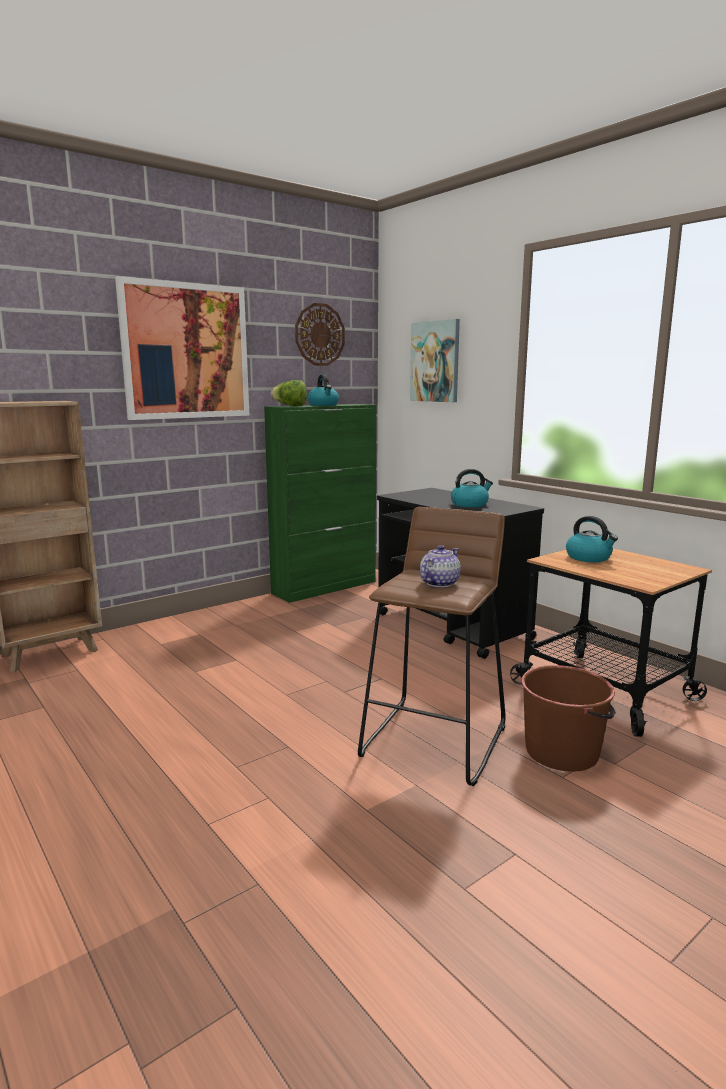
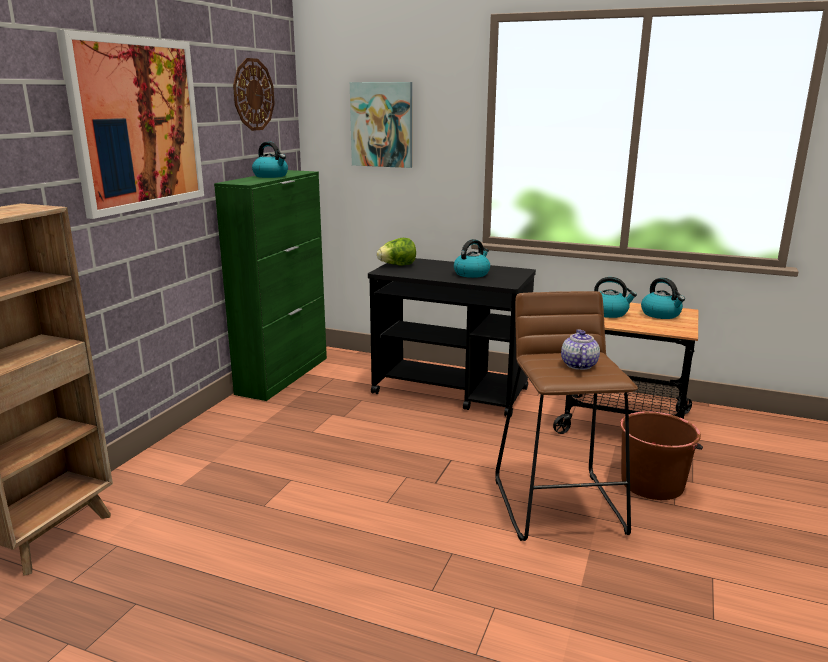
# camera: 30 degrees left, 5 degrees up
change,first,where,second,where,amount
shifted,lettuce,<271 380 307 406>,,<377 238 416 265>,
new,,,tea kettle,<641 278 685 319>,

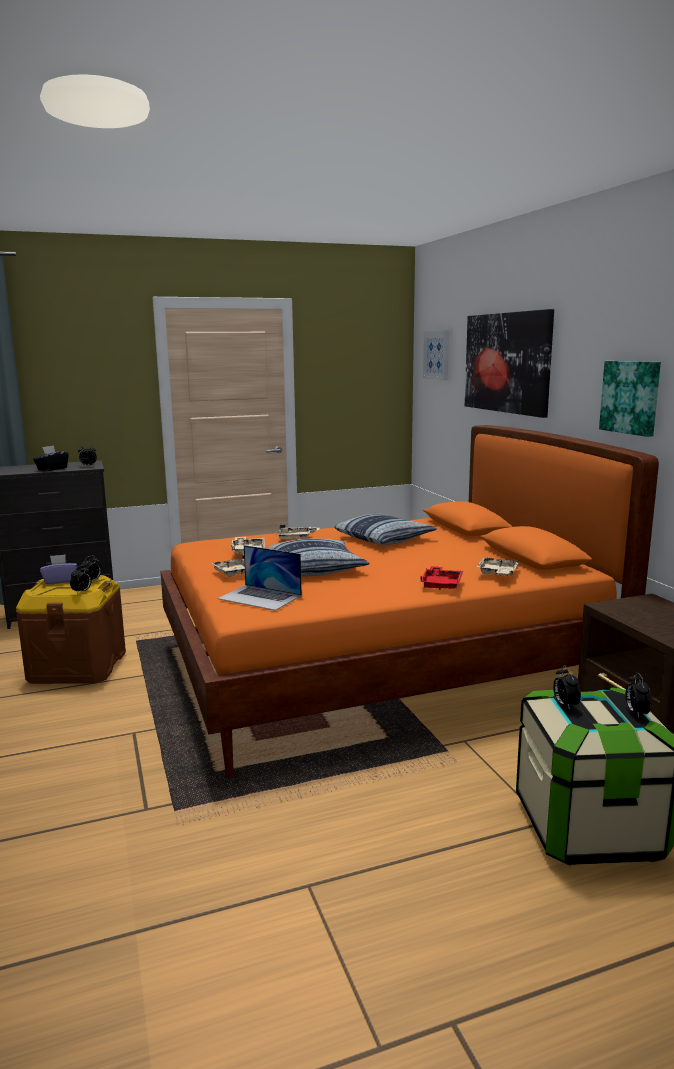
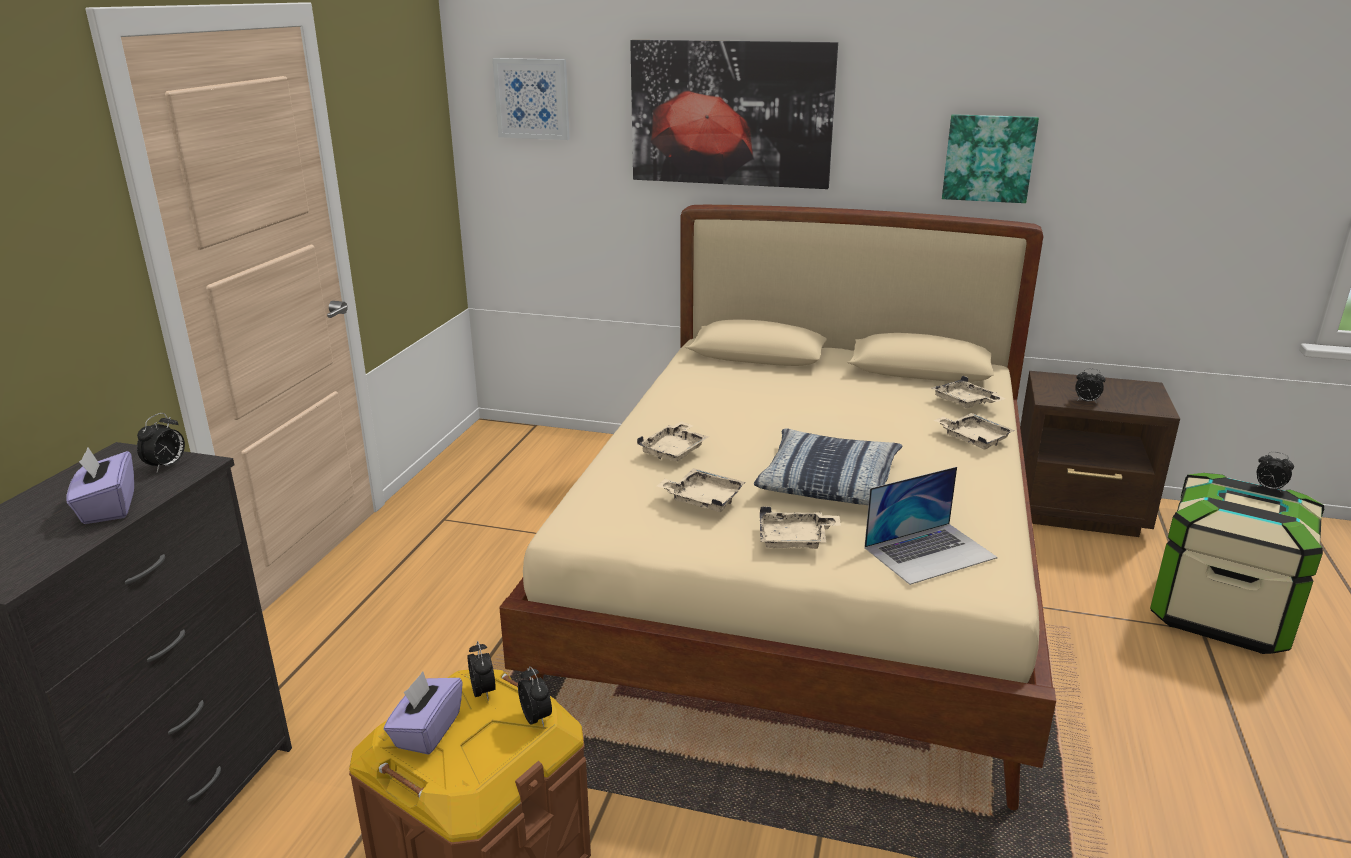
# camera: 55 degrees left, 10 degrees up
change,first,where,second,where,amount
repainted,black tissue box,<33 445 69 471>,purple tissue box,<67 447 134 524>,
repainted,orange sleeping bed,<160 425 659 778>,beige-coloured sleeping bed,<499 205 1056 811>,
gone,cushion,<334 514 437 545>,,,
repainted,red tray,<420 566 463 590>,beige-coloured tray,<933 413 1015 450>,
shifted,bedside clock,<553 665 581 710>,,<1075 368 1106 403>,

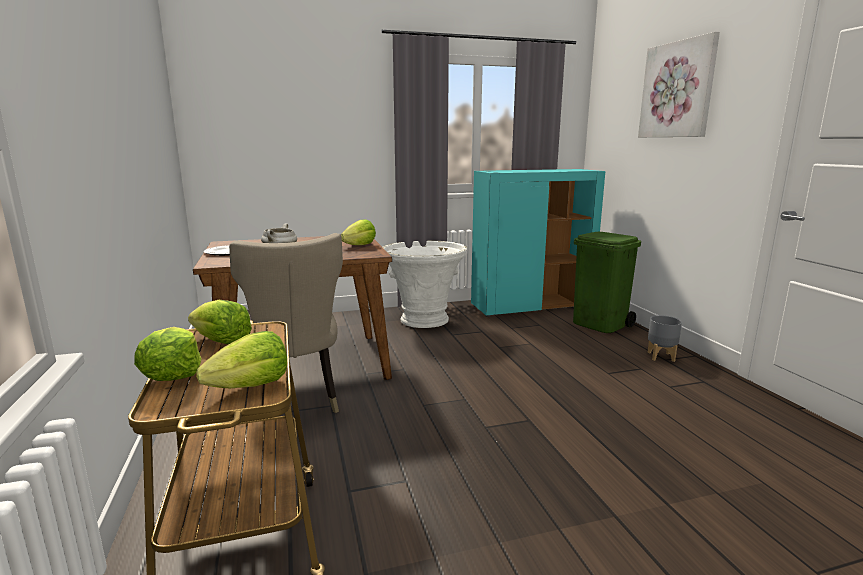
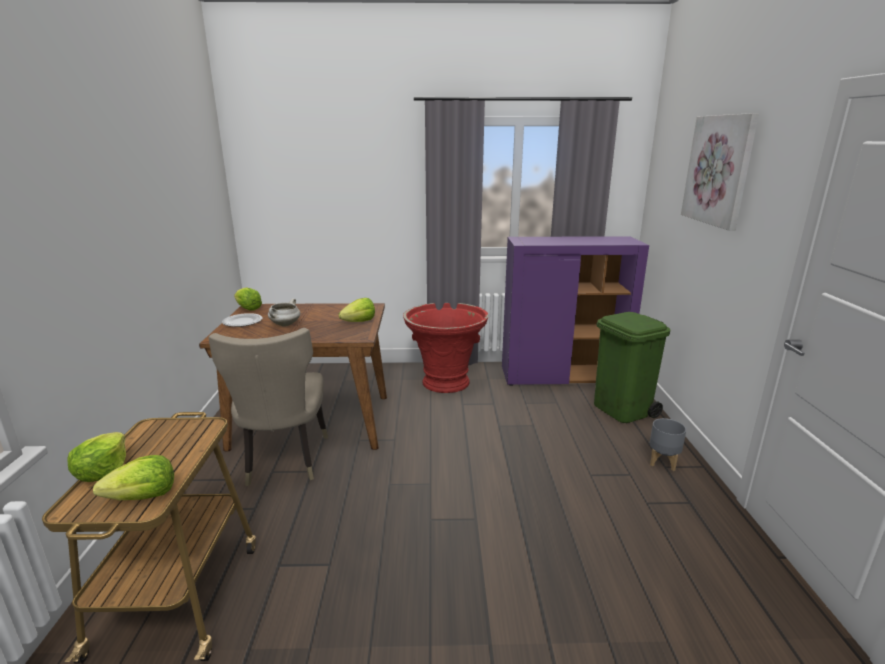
# camera: 15 degrees right, 5 degrees up
change,first,where,second,where,amount
shifted,lettuce,<188 300 252 345>,,<234 287 262 311>,
repainted,whitish flower pot,<383 240 467 328>,red flower pot,<403 303 488 393>,
repainted,turquoise cupboard,<471 169 605 317>,purple cupboard,<502 236 649 386>,

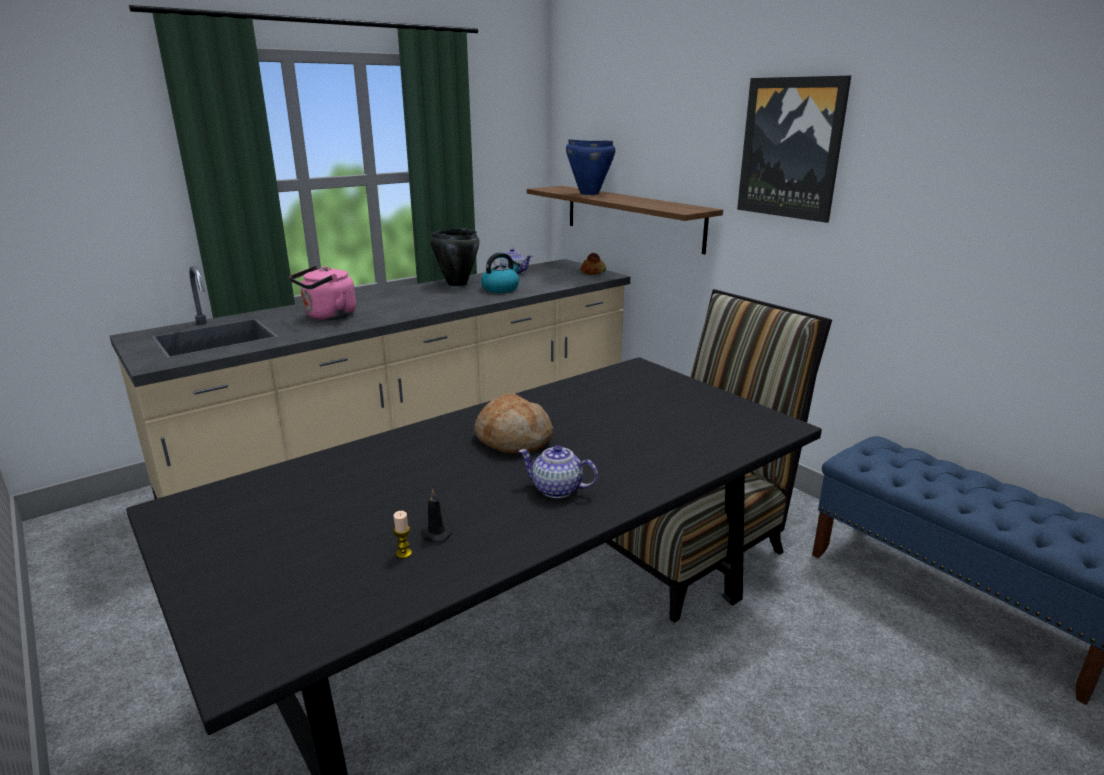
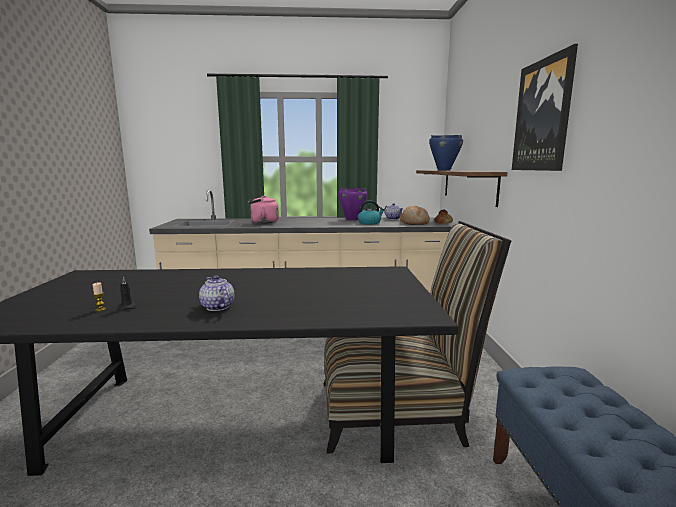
# camera: 35 degrees right, 10 degrees down
change,first,where,second,where,amount
repainted,black stockpot,<430 228 479 286>,purple stockpot,<338 188 367 220>,
shifted,baked bread,<475 394 553 454>,,<400 206 430 225>,

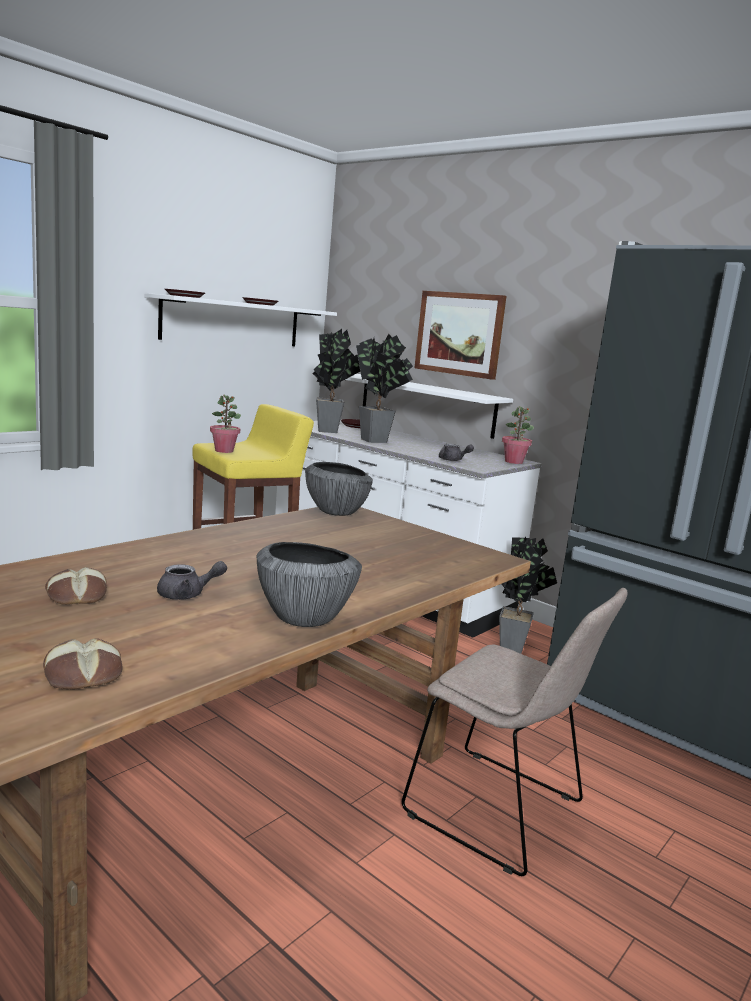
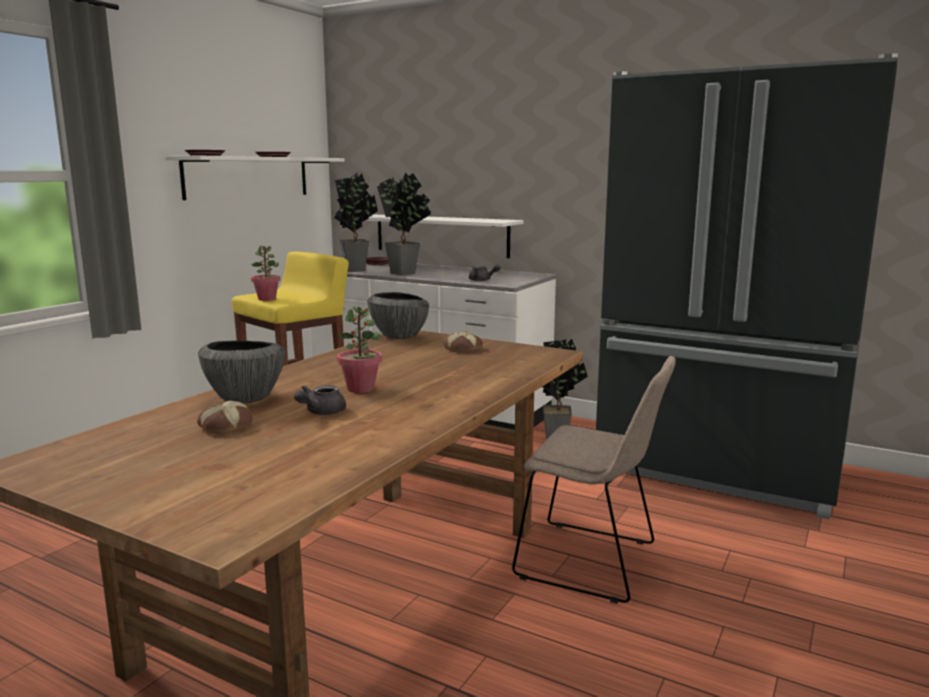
# camera: 10 degrees left, 0 degrees up
change,first,where,second,where,amount
shifted,baked bread,<43 638 123 689>,,<444 331 483 352>,
rotated,greyish teapot,<157 561 227 600>,,<294 385 346 415>,150 degrees clockwise
shifted,bowl,<257 542 362 627>,,<198 340 286 403>,
gone,picture,<414 291 507 380>,,,
shifted,plant in a pot,<502 406 534 464>,,<337 306 382 393>,

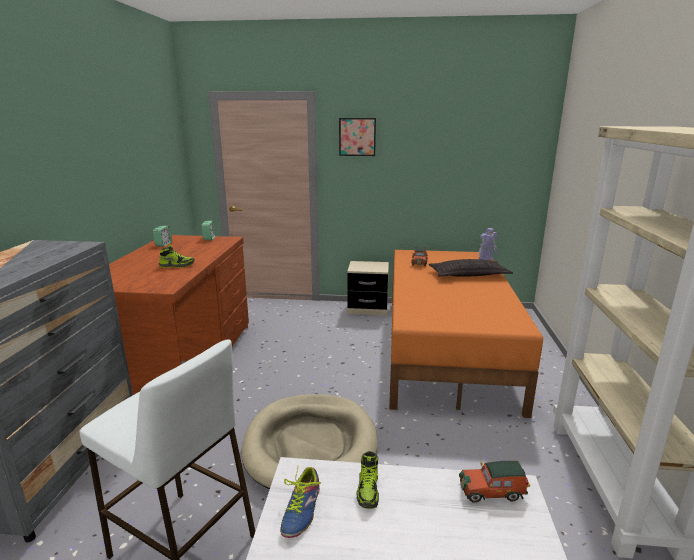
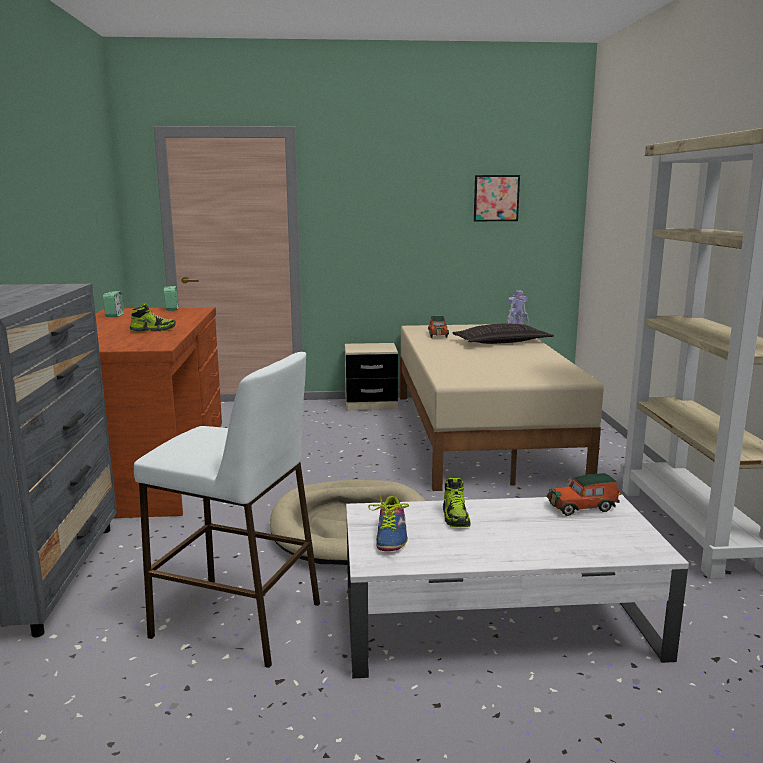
# camera: 10 degrees left, 5 degrees down
change,first,where,second,where,amount
shifted,picture,<339 118 376 156>,,<474 175 520 221>,
repainted,orange sleeping bed,<389 250 543 418>,beige-coloured sleeping bed,<400 324 604 491>,

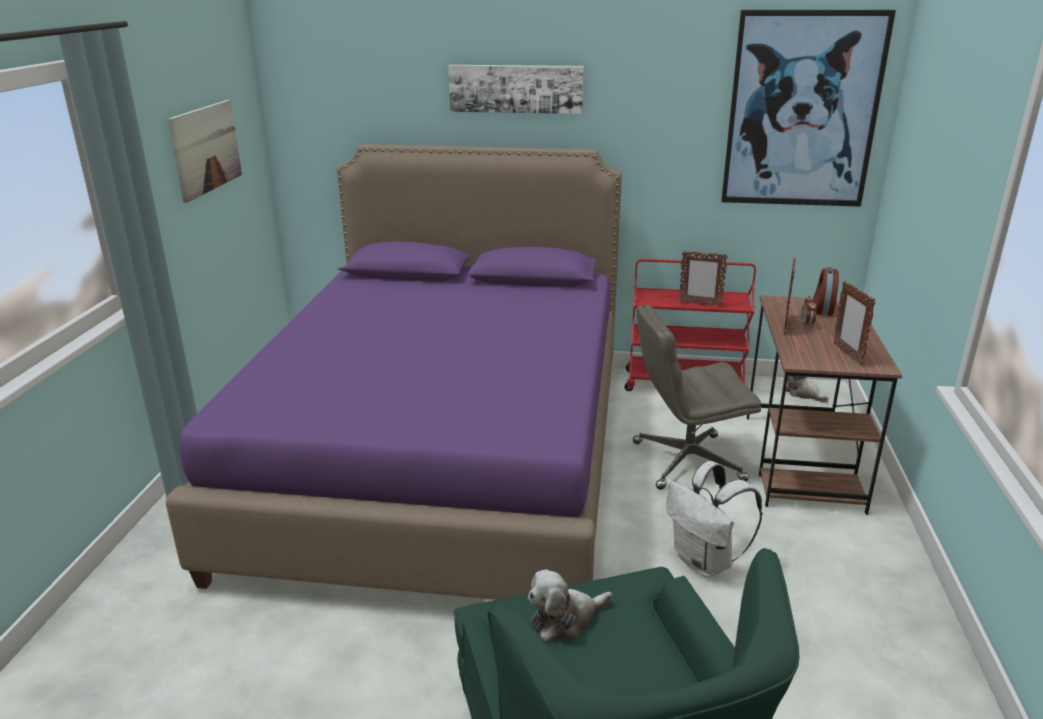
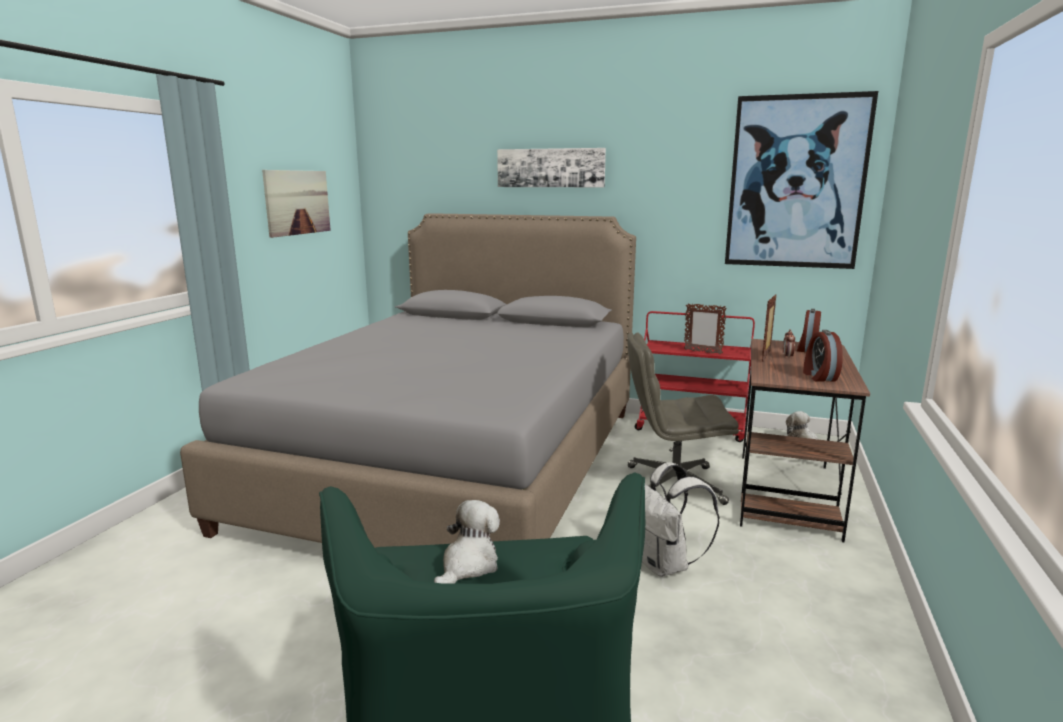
# camera: 10 degrees right, 10 degrees down
change,first,where,second,where,amount
repainted,purple sleeping bed,<166 144 622 600>,greyish sleeping bed,<180 213 636 548>,
rotated,cuddly toy,<528 569 612 642>,,<434 500 500 584>,135 degrees clockwise
swapped,photo frame,<833 281 876 365>,bedside clock,<803 330 843 382>,

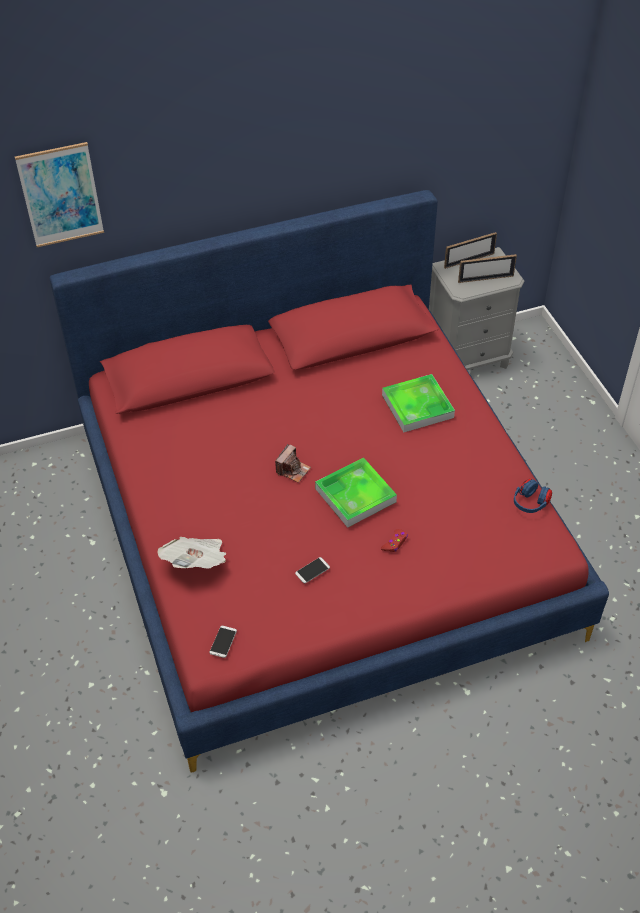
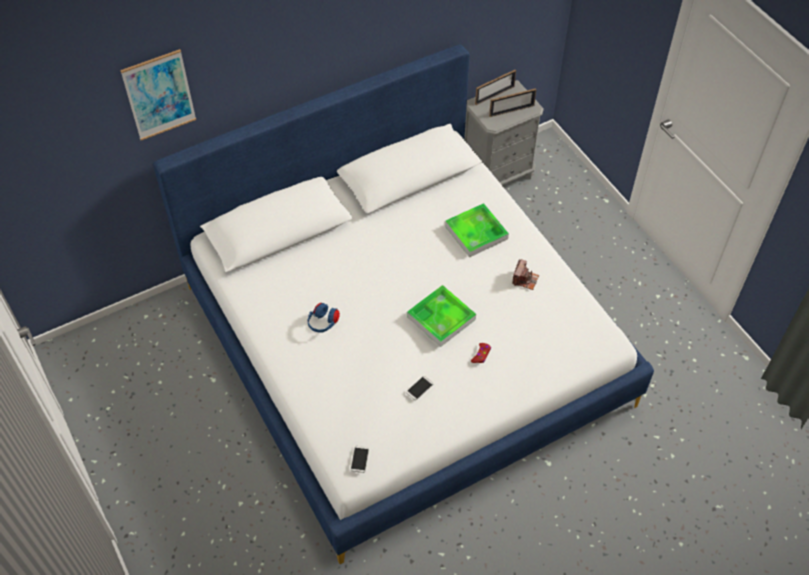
# camera: 10 degrees left, 5 degrees up
change,first,where,second,where,amount
repainted,red sleeping bed,<49 190 609 773>,whitish sleeping bed,<153 44 654 564>,
gone,newspaper,<158 537 226 569>,,,
shifted,photo camera,<275 444 311 483>,,<512 259 539 290>,
shifted,bluish headphones,<514 479 552 513>,,<308 303 340 333>,

